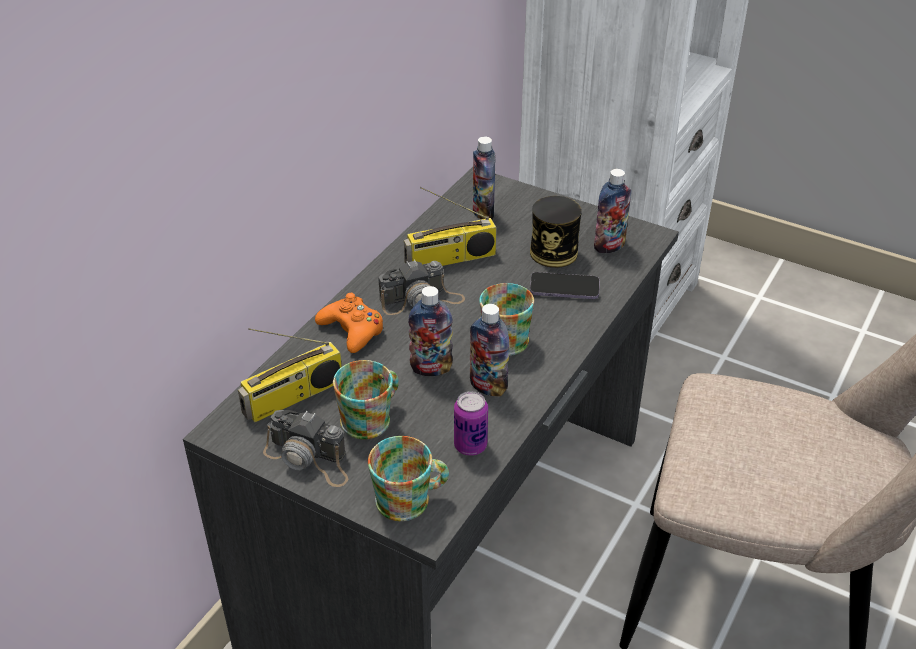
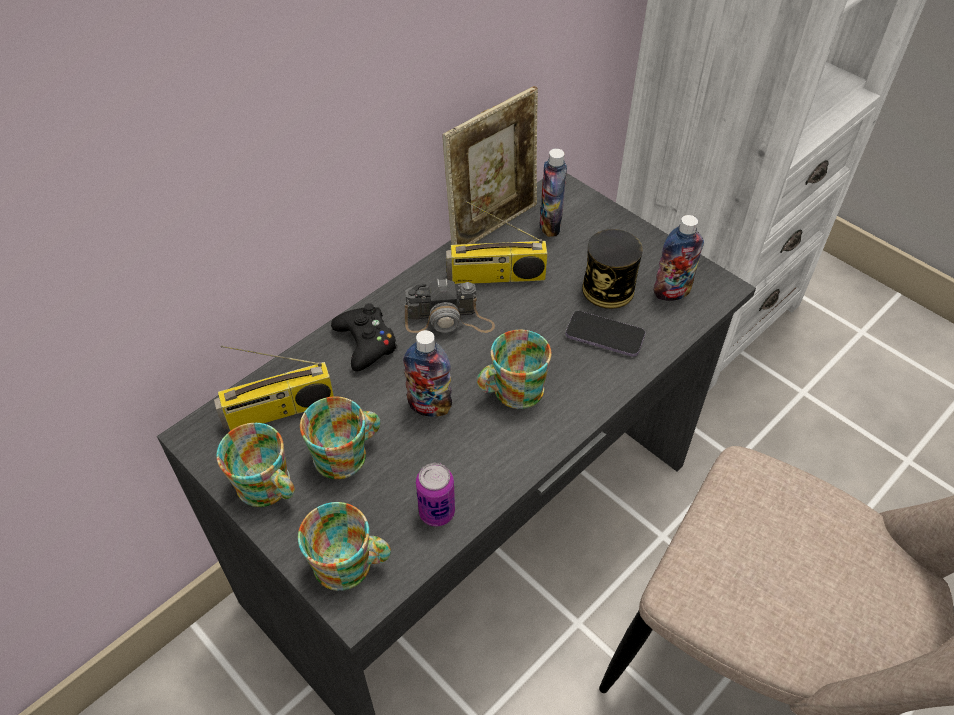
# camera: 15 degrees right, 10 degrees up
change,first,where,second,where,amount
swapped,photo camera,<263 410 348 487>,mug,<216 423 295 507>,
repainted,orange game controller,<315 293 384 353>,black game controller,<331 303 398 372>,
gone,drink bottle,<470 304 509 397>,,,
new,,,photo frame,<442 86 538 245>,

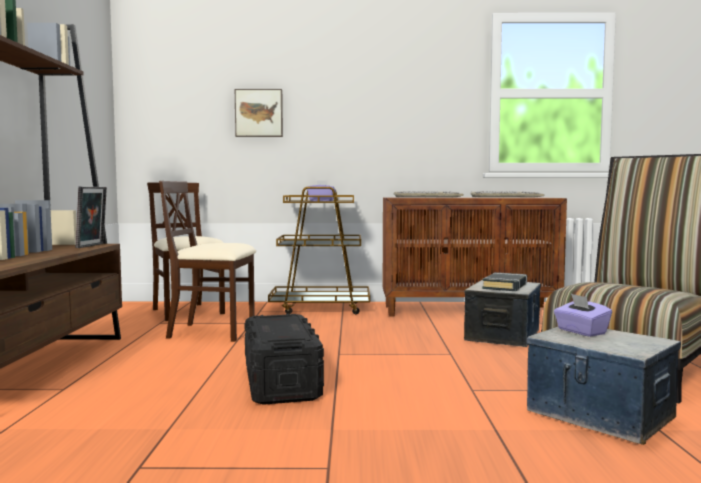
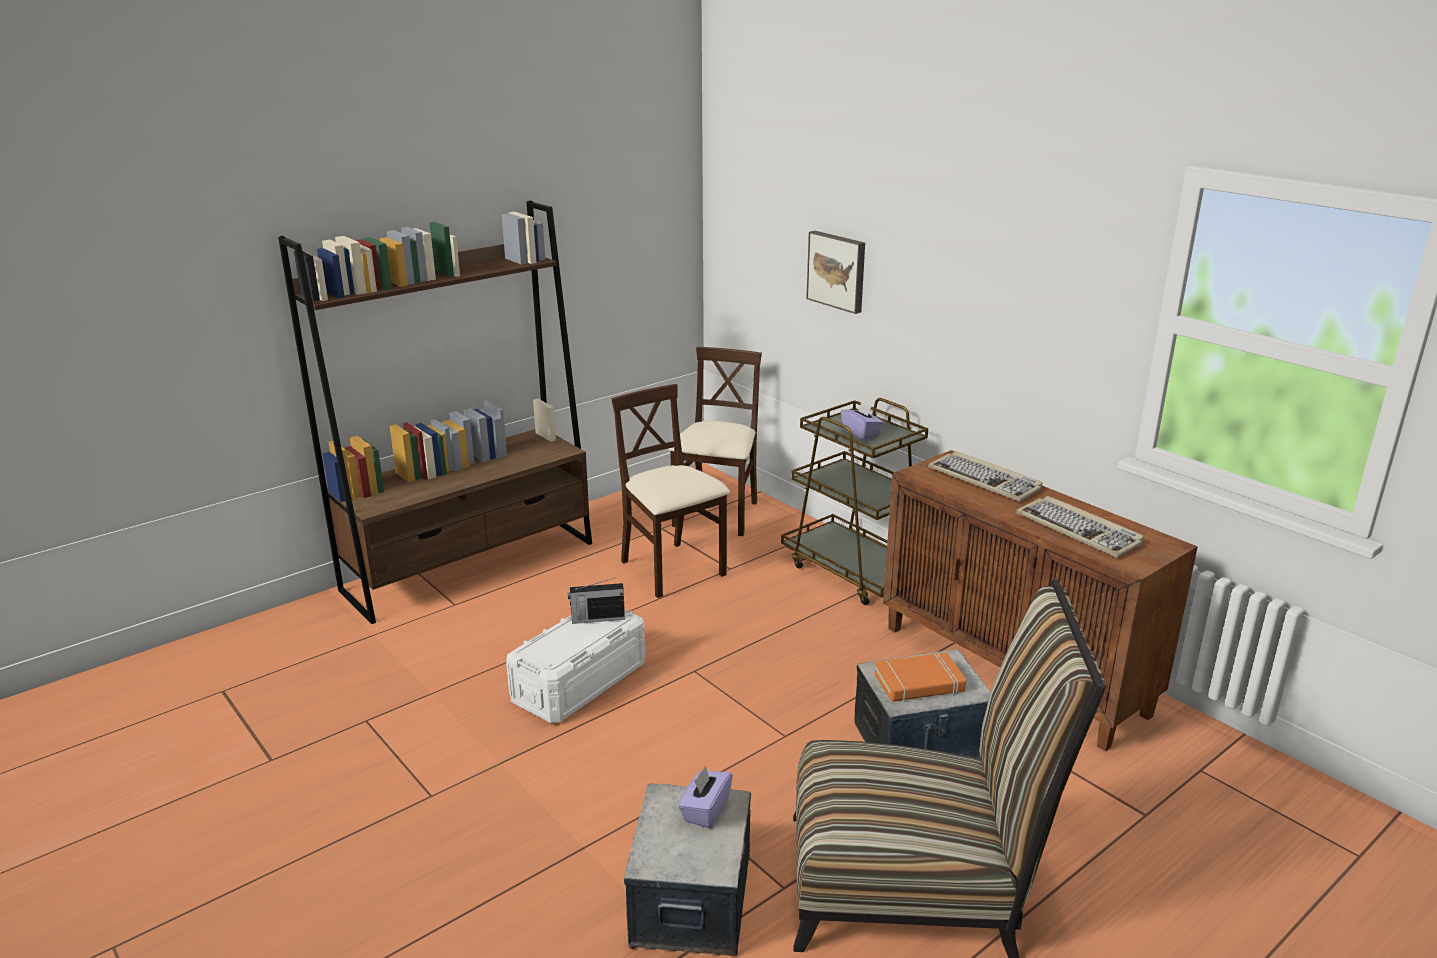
# camera: 50 degrees right, 20 degrees up
change,first,where,second,where,amount
gone,photo frame,<75 187 107 248>,,,
repainted,black storage container,<245 314 324 405>,whitish storage container,<506 610 645 723>,
repainted,black book,<482 272 527 291>,orange book,<874 652 966 702>,
new,,,radio,<568 578 625 624>,

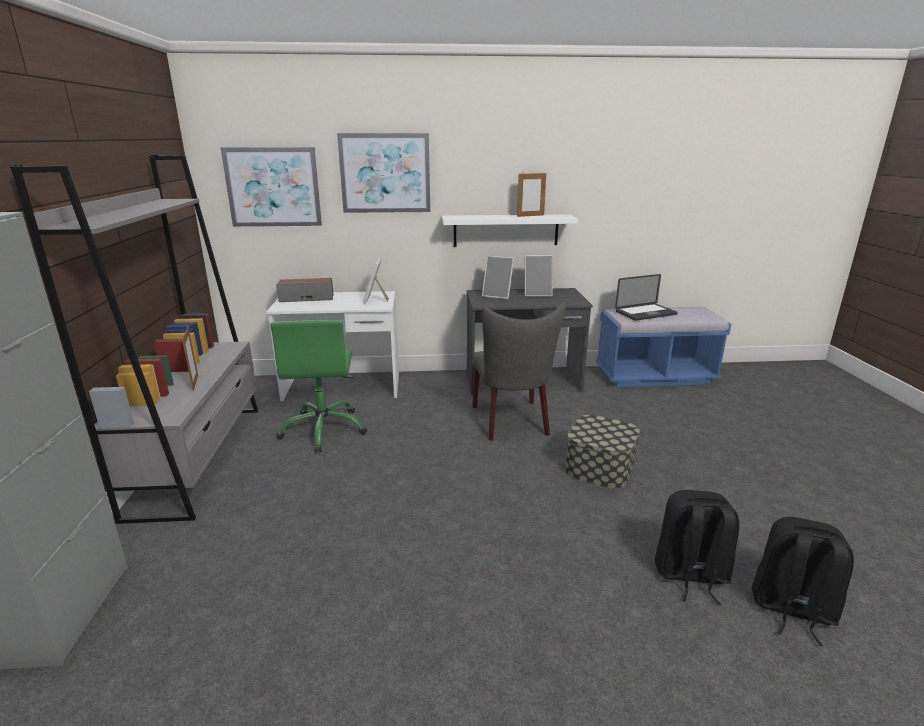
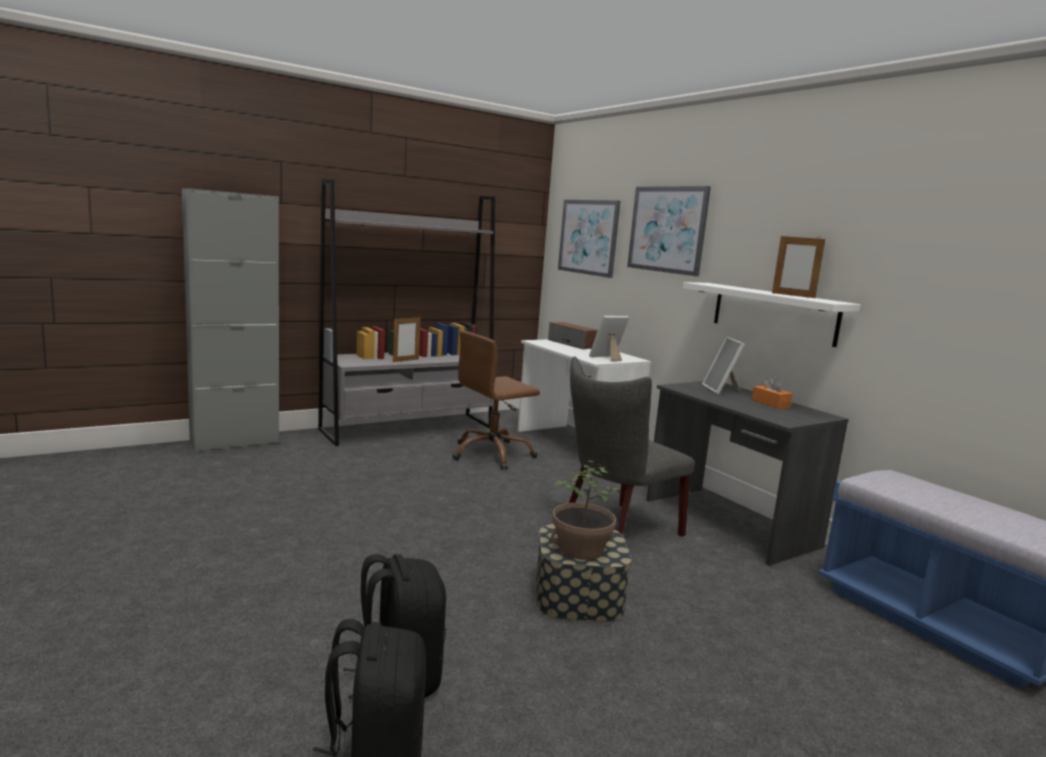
# camera: 60 degrees right, 10 degrees down
change,first,where,second,where,amount
repainted,greenish office chair,<270 320 367 452>,brown-coloured office chair,<452 330 540 469>,
swapped,photo frame,<525 255 553 297>,orange tissue box,<752 376 793 409>,
gone,laptop,<615 274 678 321>,,,
new,,,plant in a pot,<551 460 620 560>,

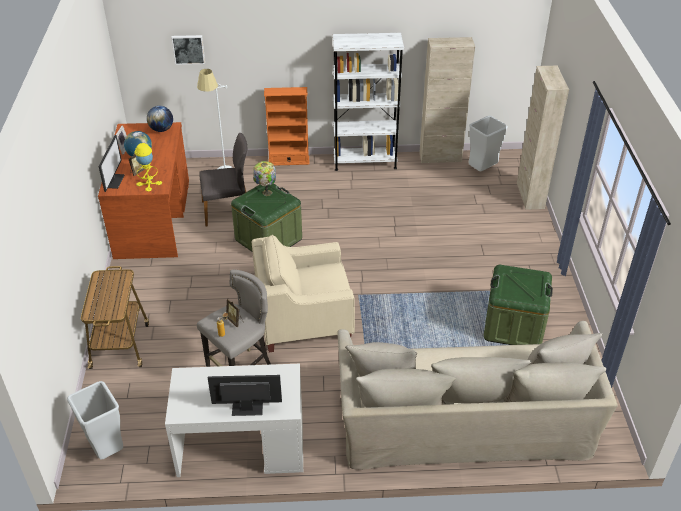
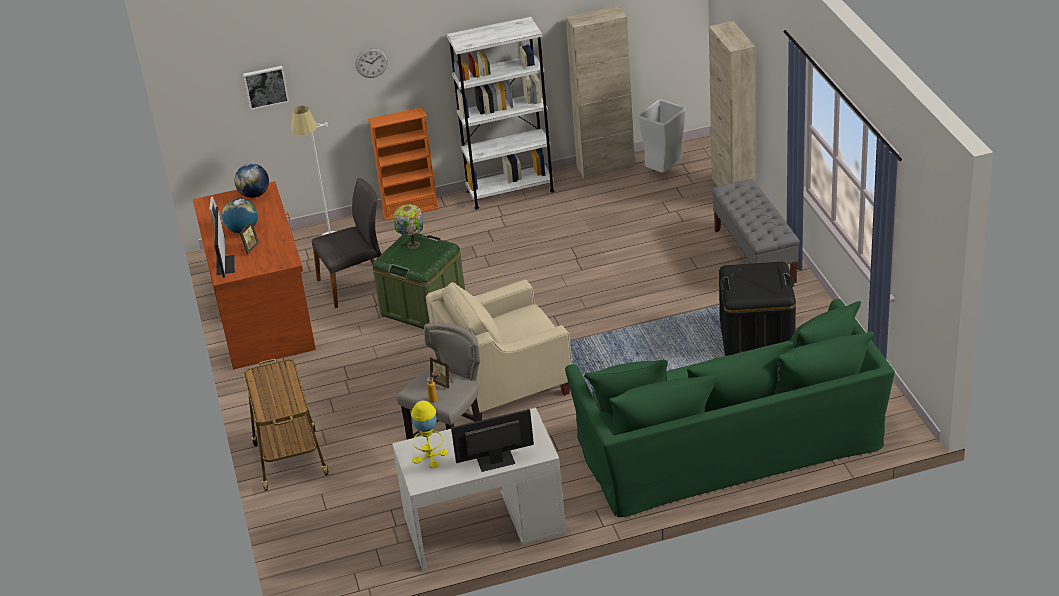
# camera: 10 degrees left, 5 degrees down
change,first,where,second,where,amount
gone,greyish rubbish bin,<67 381 123 459>,,,
shifted,yellow lamp for a table,<135 143 162 191>,,<411 401 448 468>,
repainted,beige-coloured sofa,<337 321 618 470>,greenish sofa,<565 299 895 517>,
repainted,greenish storage container,<484 265 553 345>,black storage container,<719 262 796 356>,
new,,,wall clock,<355 48 388 78>,
new,,,greyish indoor bench,<711 179 800 283>,

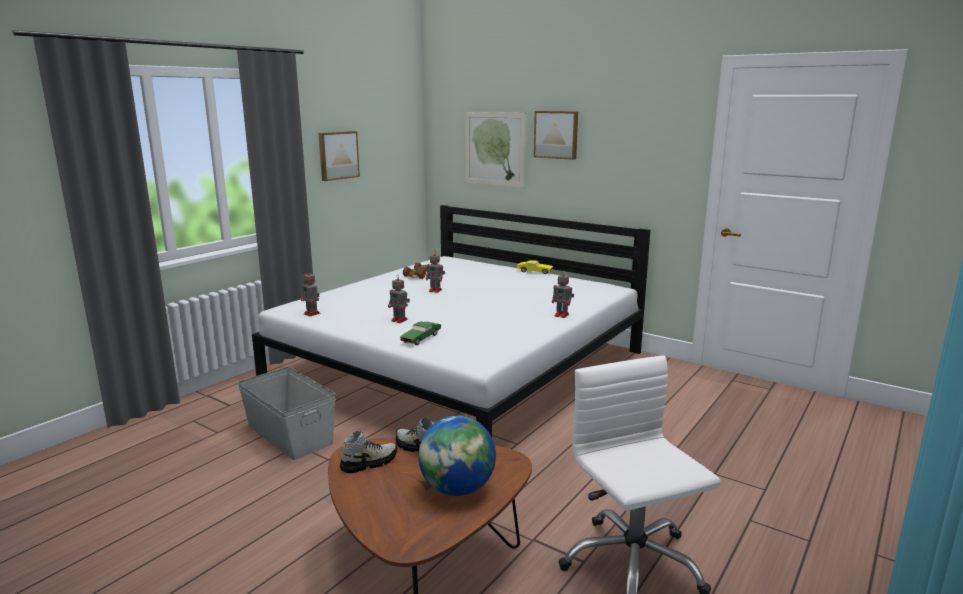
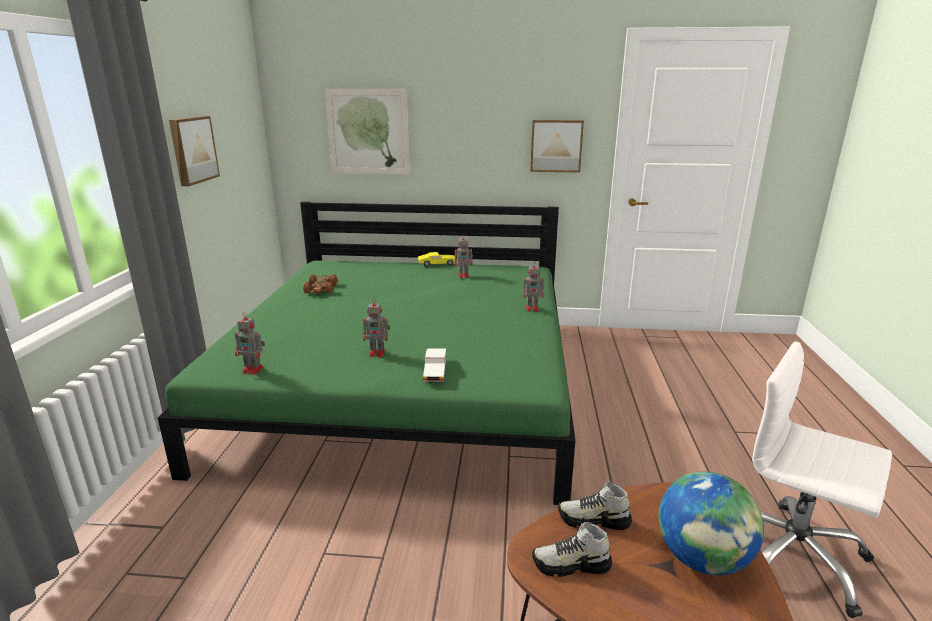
# camera: 30 degrees left, 5 degrees up
change,first,where,second,where,amount
gone,greyish storage container,<237 367 336 460>,,,
repainted,whitish sleeping bed,<252 205 650 437>,greenish sleeping bed,<158 202 575 505>,
rotated,item of footwear,<340 431 397 473>,,<532 522 612 577>,120 degrees counterclockwise
repainted,greenish model car,<400 321 441 345>,whitish model car,<423 348 446 382>,
shifted,model robot,<426 250 445 293>,,<455 234 473 278>,
shifted,picture,<534 111 578 160>,,<530 120 584 172>,

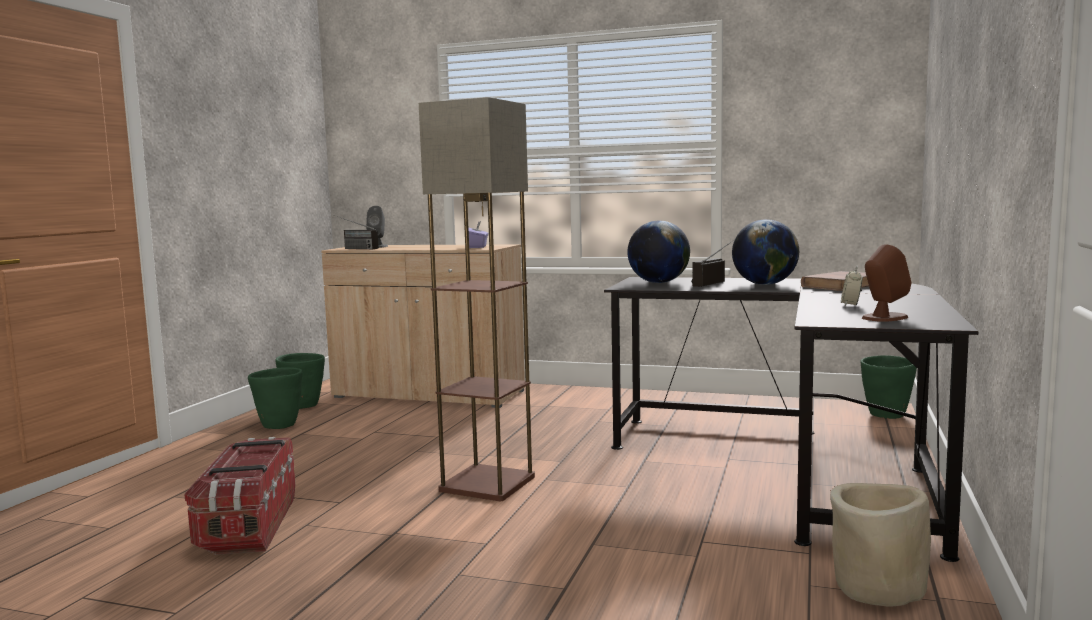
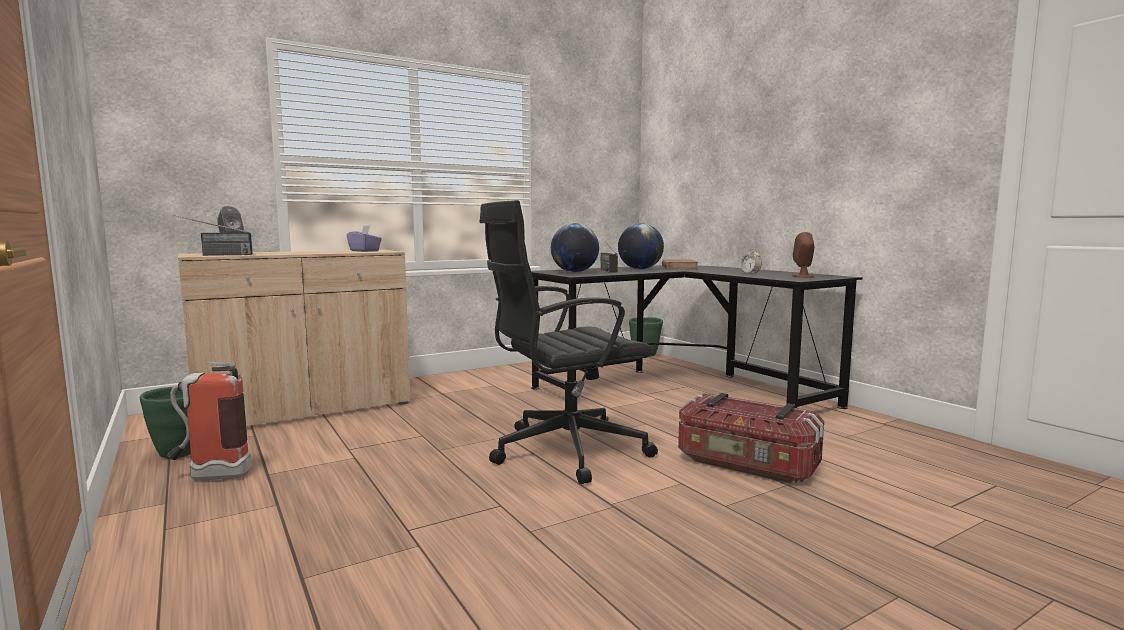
# camera: 50 degrees left, 0 degrees up
change,first,where,second,where,amount
shifted,storage container,<184 437 295 555>,,<678 393 824 483>,
swapped,greenish flower pot,<248 367 303 429>,extinguisher,<168 361 251 481>,
swapped,floor lamp,<419 97 535 501>,black office chair,<480 200 658 484>,
gone,beige-coloured flower pot,<830 483 931 607>,,,

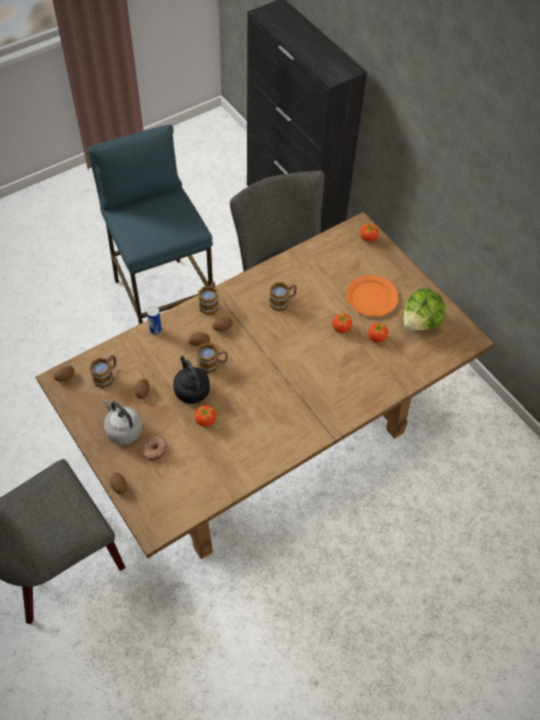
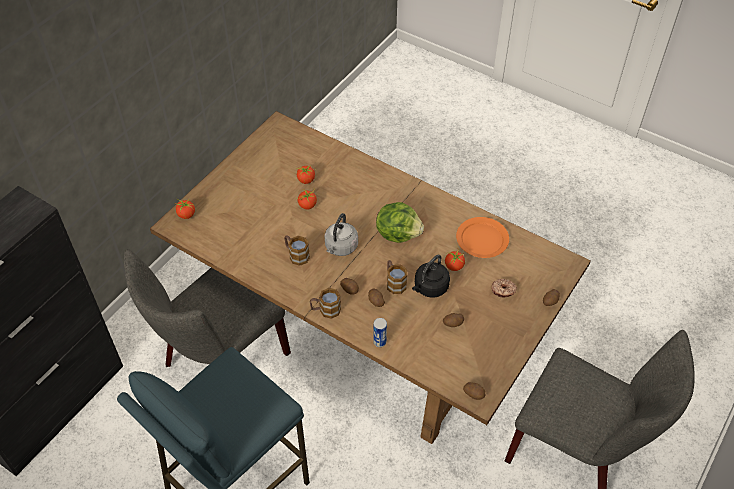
# camera: 110 degrees left, 5 degrees down
change,first,where,second,where,amount
gone,mug,<89 355 116 388>,,,
shifted,greyish tea kettle,<104 399 143 445>,,<324 213 358 256>,
shifted,orange plate,<346 275 399 317>,,<456 217 509 258>,
shifted,lettuce,<403 288 446 331>,,<376 202 424 243>,

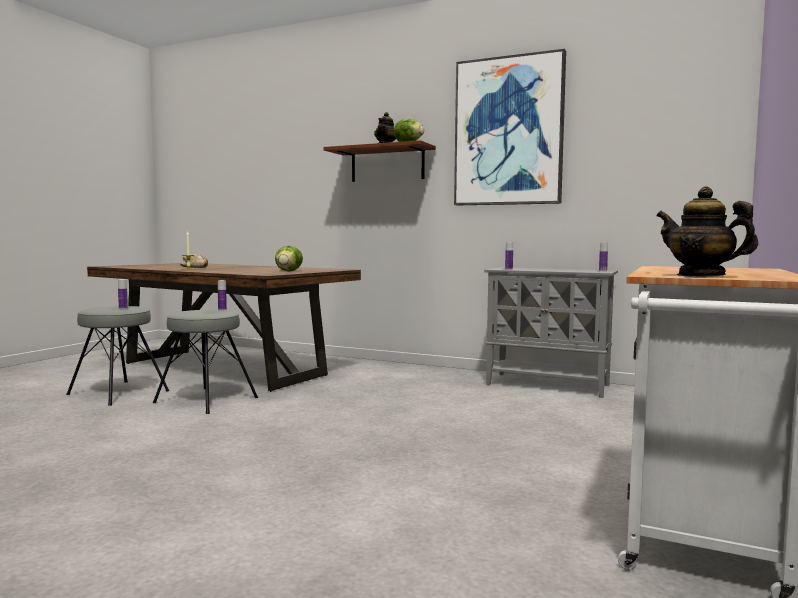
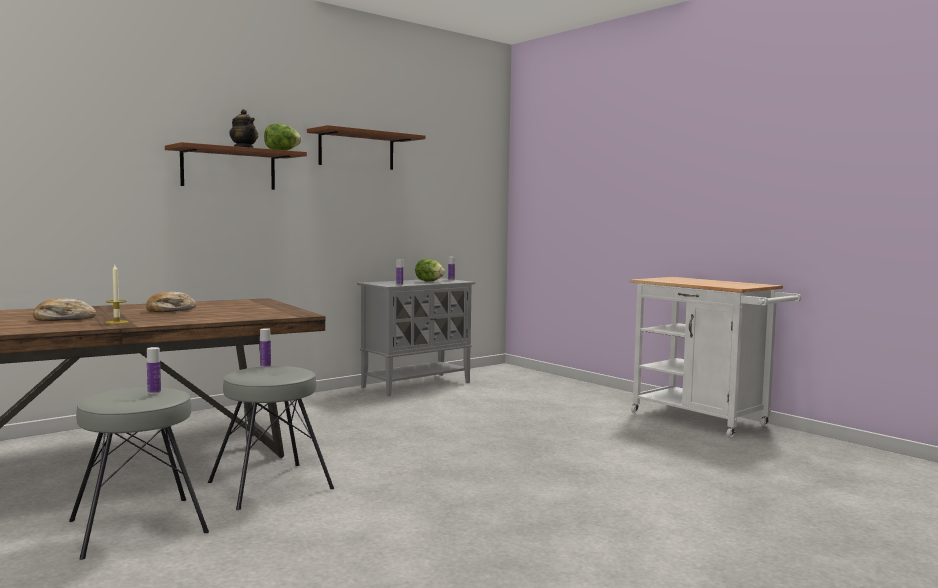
# camera: 65 degrees left, 0 degrees up
change,first,where,second,where,amount
shifted,lettuce,<275 246 303 272>,,<415 259 445 282>,
swapped,picture,<454 49 566 205>,brown-coloured bracket shelf,<307 125 425 170>,
gone,teapot,<656 186 758 277>,,,
new,,,baked bread,<146 292 197 312>,

